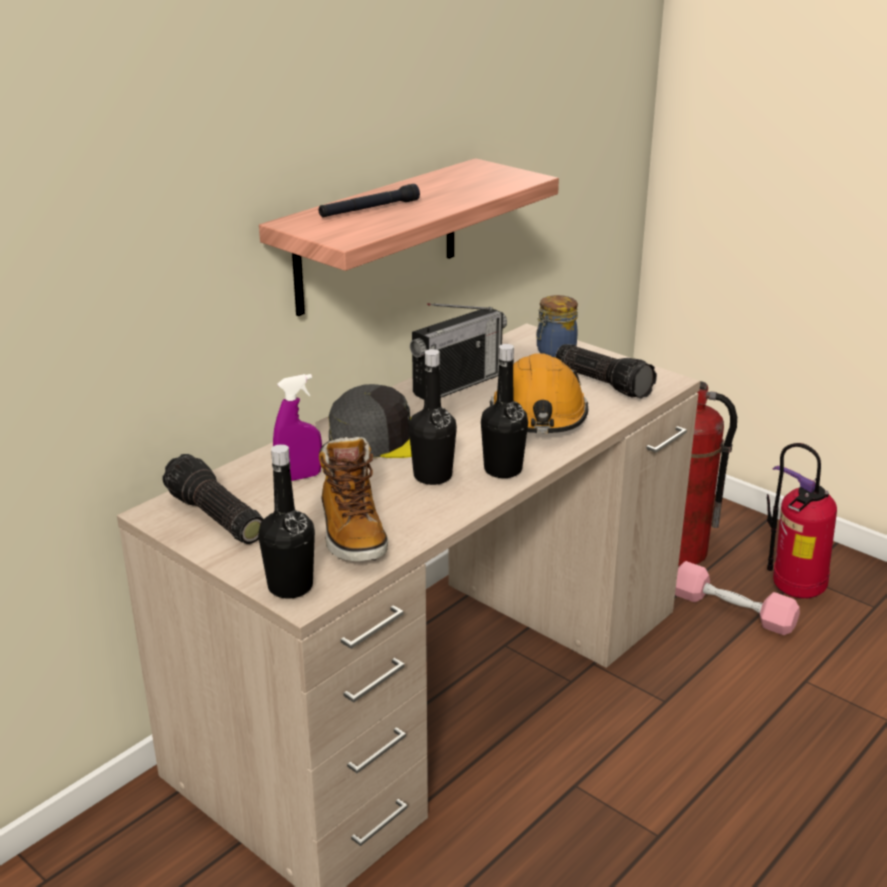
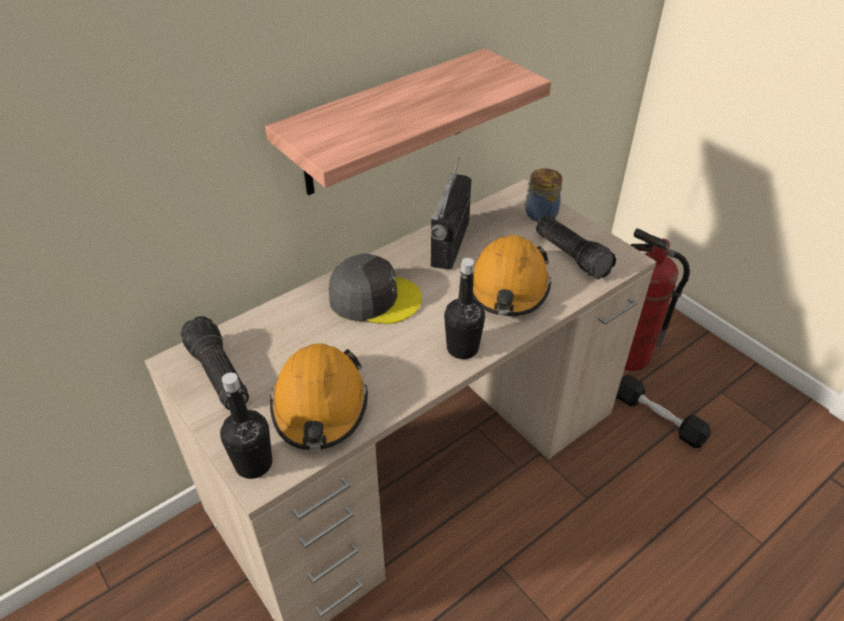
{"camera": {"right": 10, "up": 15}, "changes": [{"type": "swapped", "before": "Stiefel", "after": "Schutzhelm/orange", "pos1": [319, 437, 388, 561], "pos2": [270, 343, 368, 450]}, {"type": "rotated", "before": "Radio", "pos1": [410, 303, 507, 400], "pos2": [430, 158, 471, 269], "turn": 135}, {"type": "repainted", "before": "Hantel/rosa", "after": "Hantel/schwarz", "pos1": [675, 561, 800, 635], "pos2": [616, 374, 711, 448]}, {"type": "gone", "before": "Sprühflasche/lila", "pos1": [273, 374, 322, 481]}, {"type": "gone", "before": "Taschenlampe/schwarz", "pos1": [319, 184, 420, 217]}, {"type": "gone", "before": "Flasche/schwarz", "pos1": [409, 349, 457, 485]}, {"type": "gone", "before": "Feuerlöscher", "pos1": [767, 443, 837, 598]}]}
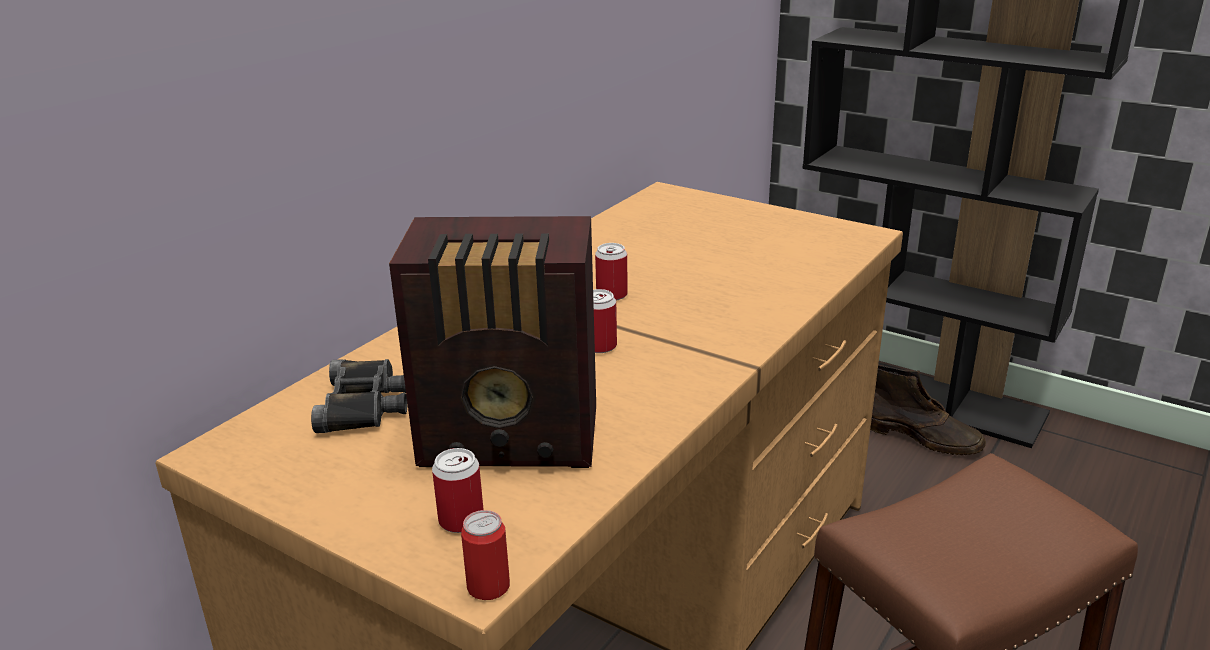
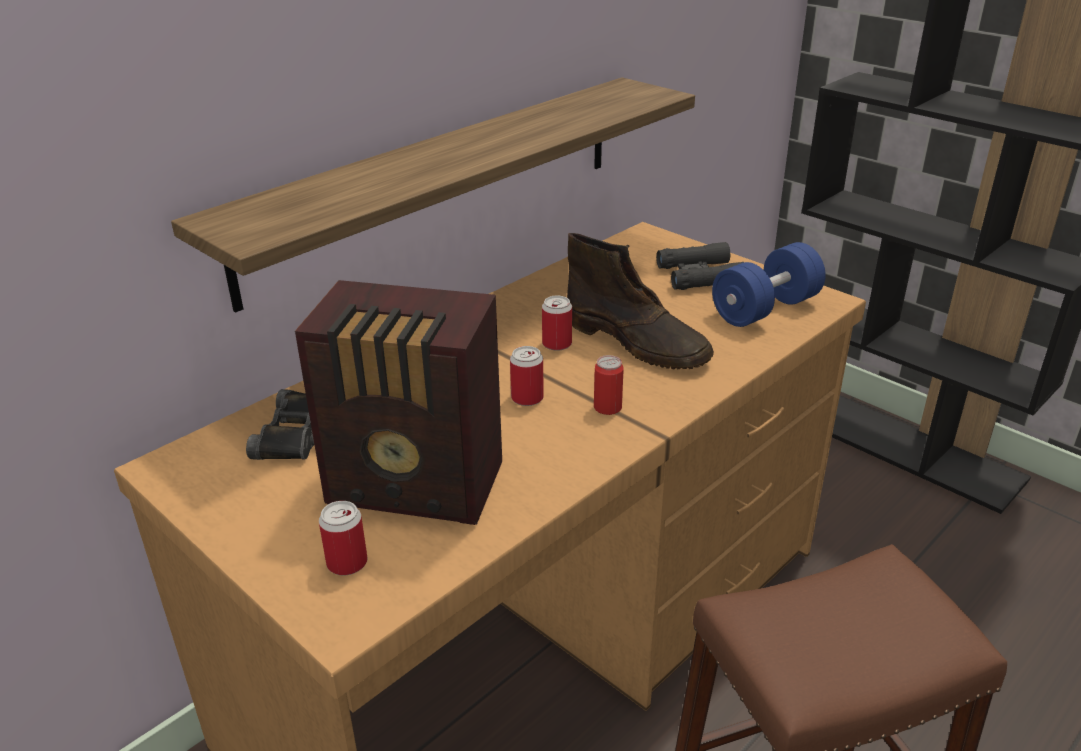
{"camera": {"right": 10, "up": 5}, "changes": [{"type": "new", "after": "Wandregal", "pos2": [171, 77, 695, 313]}, {"type": "shifted", "before": "Stiefel/braun", "pos1": [870, 365, 986, 455], "pos2": [567, 233, 714, 369]}, {"type": "shifted", "before": "Dose", "pos1": [461, 510, 510, 600], "pos2": [594, 355, 624, 415]}, {"type": "new", "after": "Fernglas/schwarz", "pos2": [656, 242, 744, 290]}, {"type": "new", "after": "Hantel/blau", "pos2": [712, 242, 826, 327]}]}
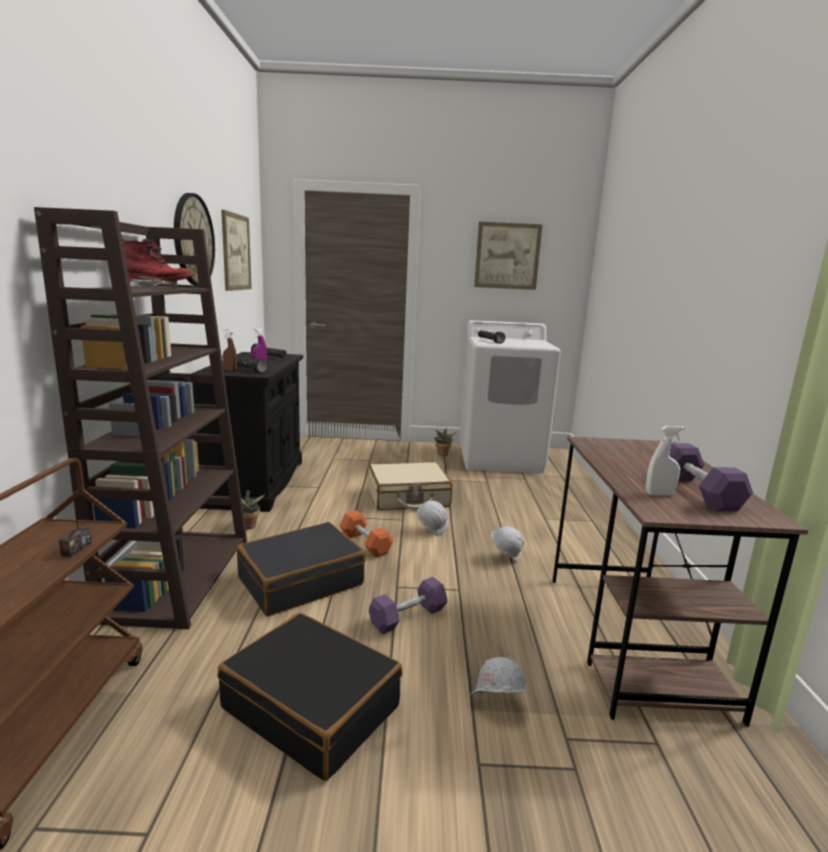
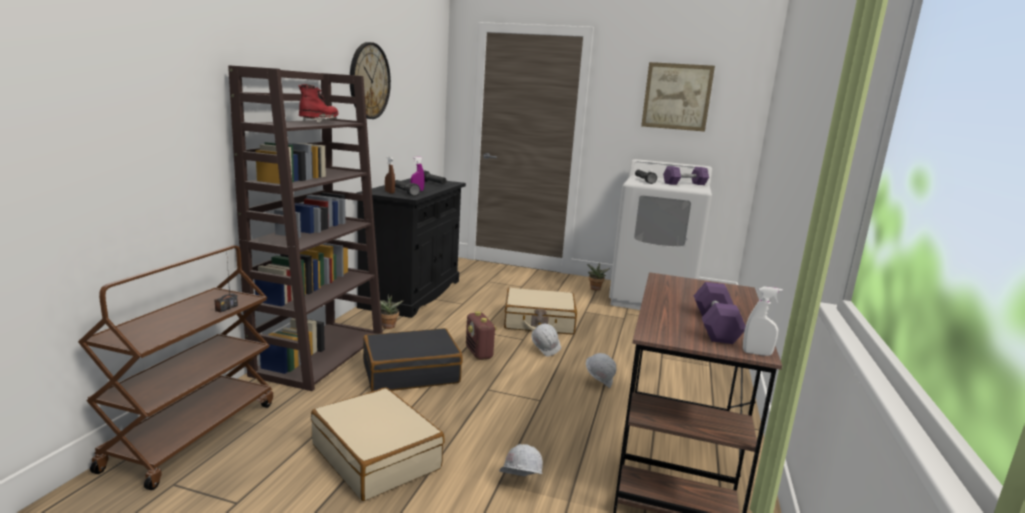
{"camera": {"right": 15, "up": 0}, "changes": [{"type": "rotated", "before": "Stiefel/rot", "pos1": [122, 238, 192, 287], "pos2": [299, 84, 338, 123], "turn": -90}, {"type": "repainted", "before": "Koffer/schwarz", "after": "Koffer/beige", "pos1": [217, 612, 403, 781], "pos2": [311, 388, 445, 501]}, {"type": "swapped", "before": "Hantel/orange", "after": "Radio", "pos1": [339, 510, 393, 557], "pos2": [466, 311, 497, 360]}, {"type": "shifted", "before": "Hantel/lila", "pos1": [369, 577, 448, 634], "pos2": [663, 166, 709, 185]}, {"type": "shifted", "before": "Sprühflasche/weiß", "pos1": [646, 426, 684, 496], "pos2": [743, 287, 783, 356]}, {"type": "gone", "before": "Bild", "pos1": [221, 210, 252, 291]}]}
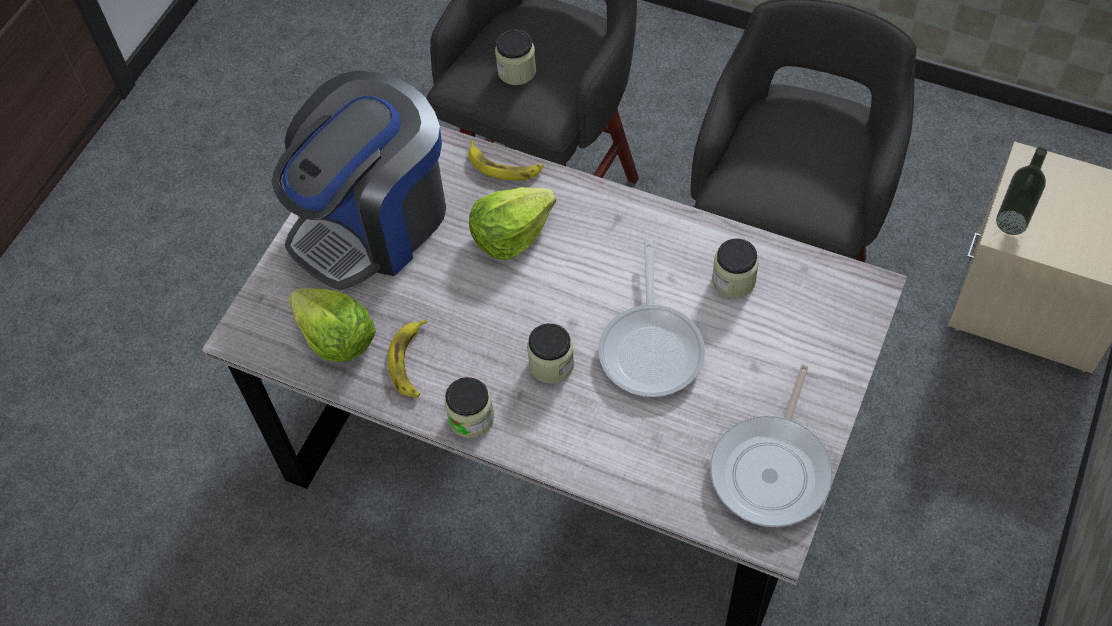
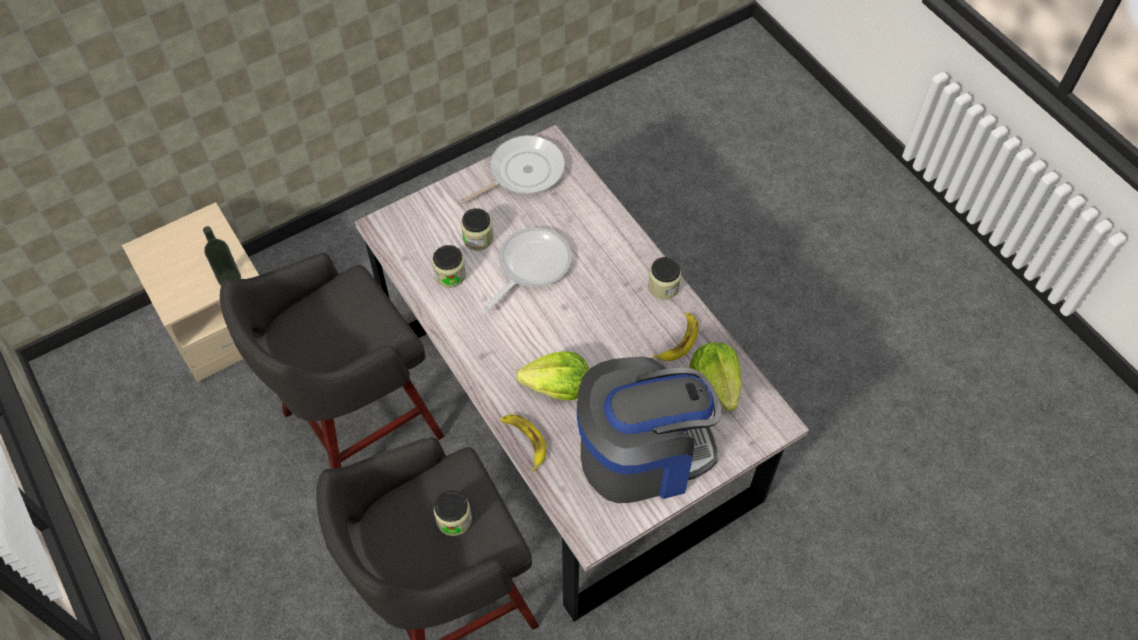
{"camera": {"right": -150, "up": 0}, "changes": [{"type": "shifted", "before": "Vorratsglas", "pos1": [527, 323, 574, 384], "pos2": [461, 208, 494, 251]}]}
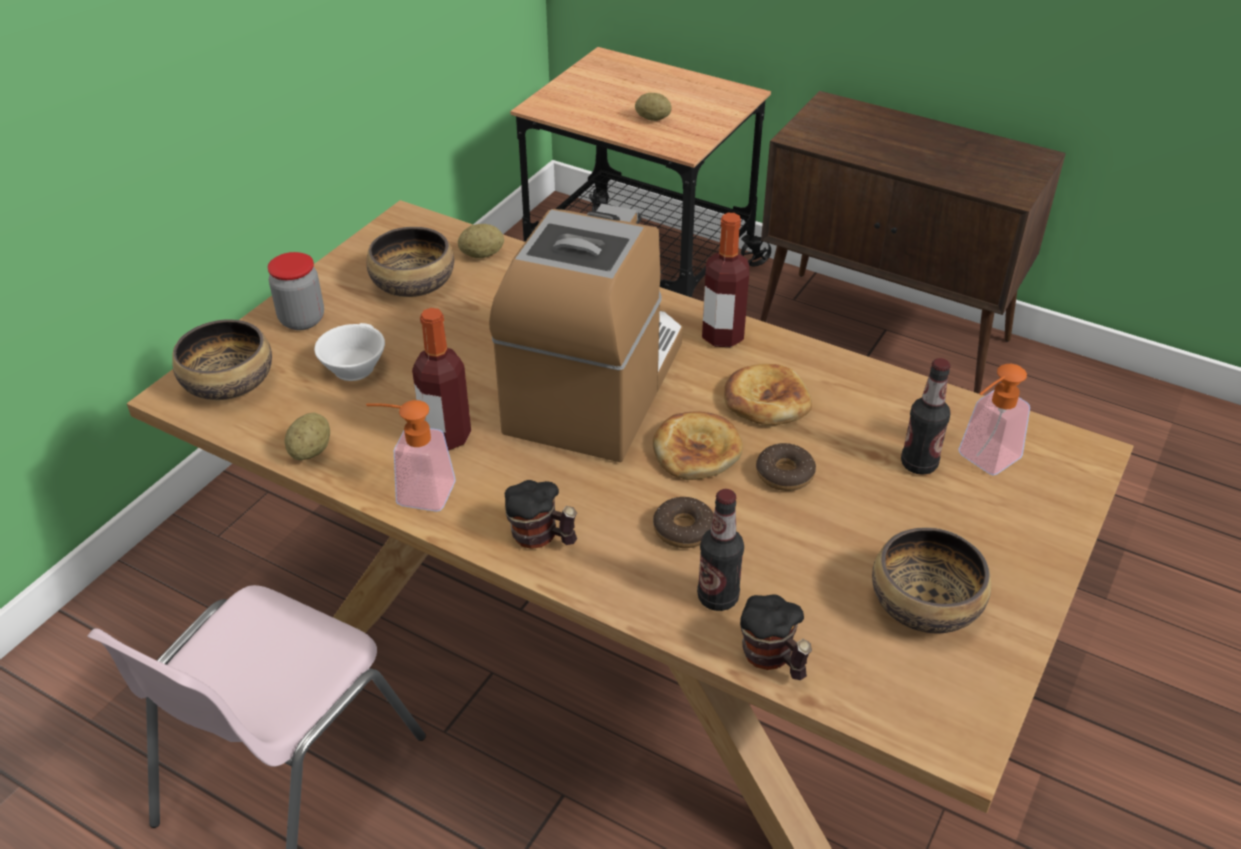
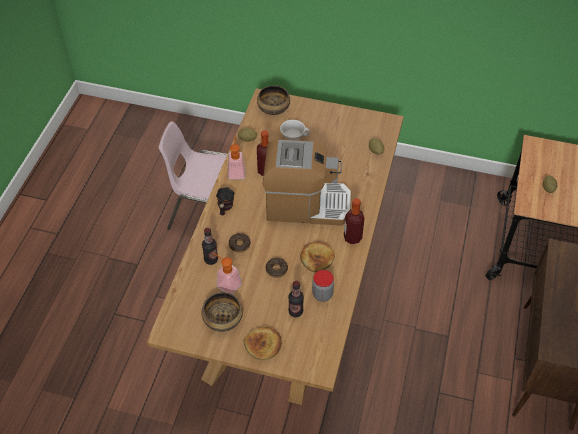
{"camera": {"right": 75, "up": 10}, "changes": [{"type": "shifted", "before": "Seifenspender", "pos1": [958, 364, 1030, 476], "pos2": [212, 253, 241, 294]}, {"type": "shifted", "before": "Brot", "pos1": [653, 411, 743, 480], "pos2": [244, 327, 282, 360]}, {"type": "shifted", "before": "Vorratsglas", "pos1": [267, 252, 324, 330], "pos2": [312, 270, 334, 302]}, {"type": "gone", "before": "Schüssel", "pos1": [367, 227, 454, 297]}, {"type": "gone", "before": "Henkelbecher", "pos1": [740, 594, 812, 680]}]}
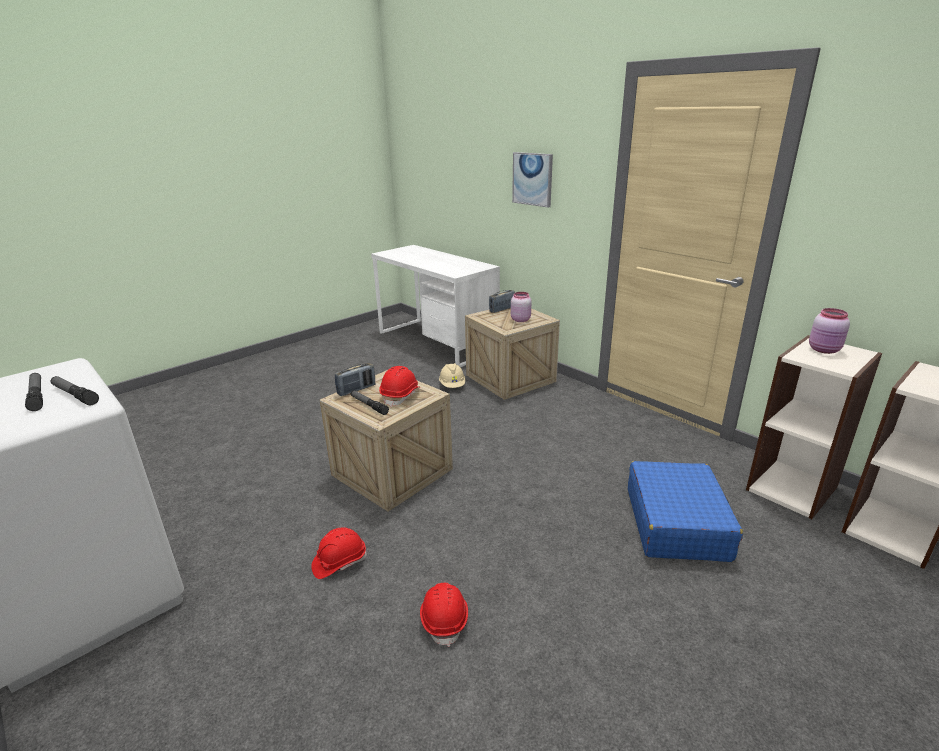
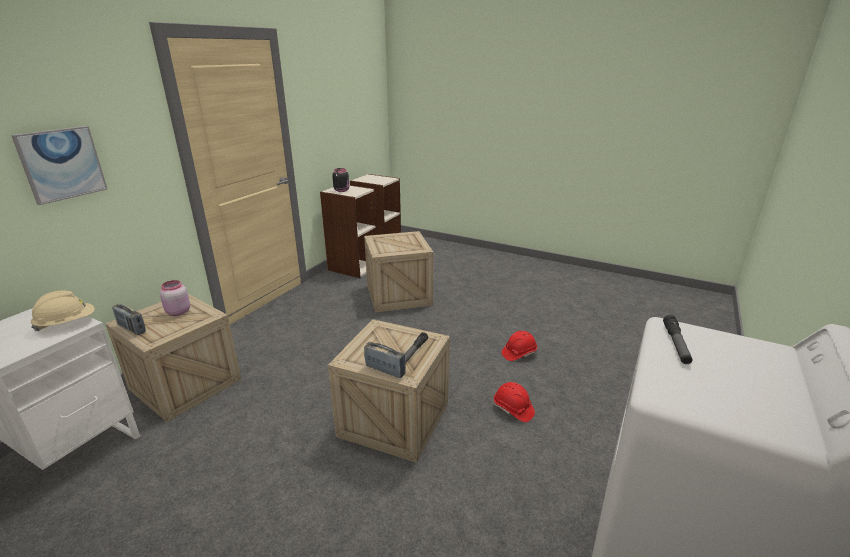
{"camera": {"right": -110, "up": 0}, "changes": [{"type": "shifted", "before": "Schutzhelm/beige", "pos1": [439, 363, 465, 388], "pos2": [31, 291, 95, 331]}, {"type": "repainted", "before": "Vorratsglas/rosa", "after": "Vorratsglas/schwarz", "pos1": [809, 308, 850, 354], "pos2": [332, 168, 349, 192]}, {"type": "swapped", "before": "Koffer/blau", "after": "Kiste", "pos1": [628, 461, 743, 562], "pos2": [364, 231, 433, 312]}, {"type": "gone", "before": "Taschenlampe", "pos1": [25, 373, 43, 411]}, {"type": "gone", "before": "Schutzhelm/rot", "pos1": [379, 366, 421, 407]}]}
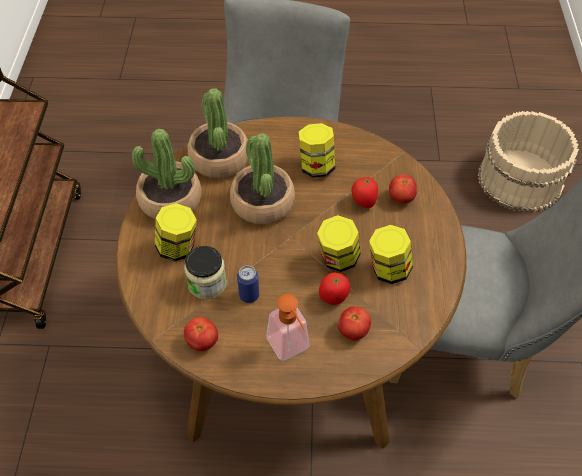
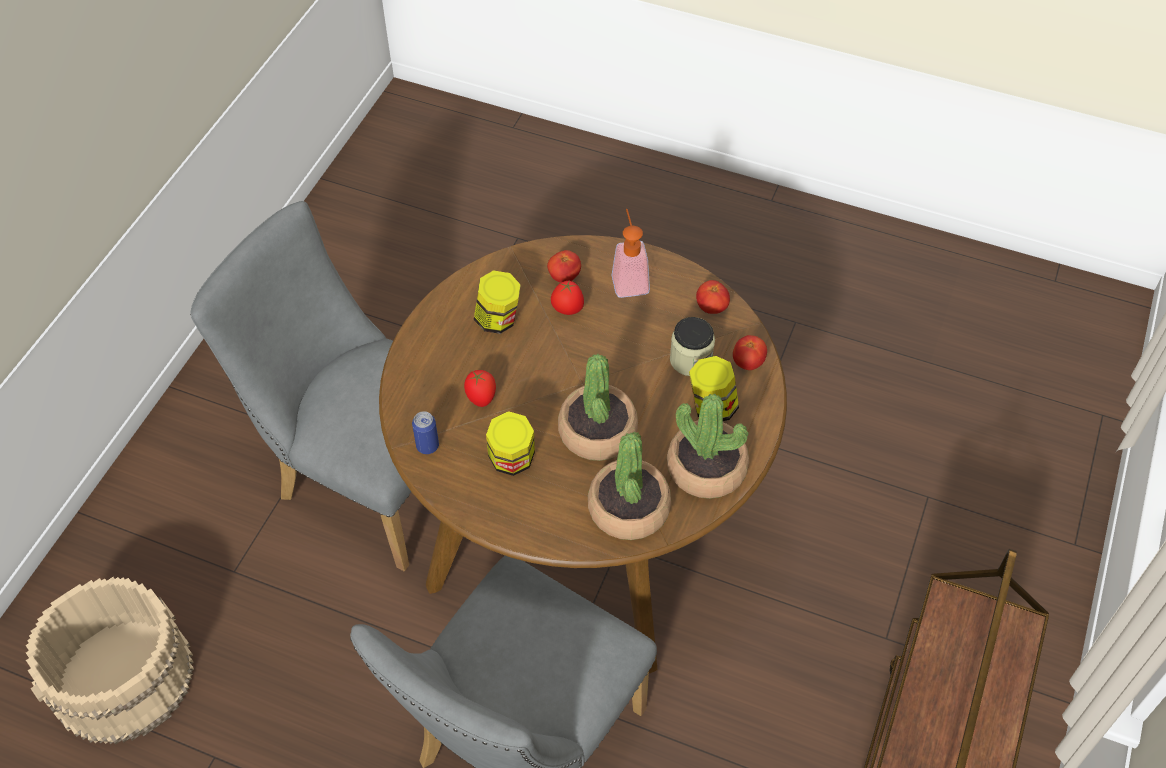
{"camera": {"right": -160, "up": 0}, "changes": [{"type": "shifted", "before": "Dose", "pos1": [237, 266, 259, 303], "pos2": [412, 411, 439, 454]}, {"type": "shifted", "before": "Tomate", "pos1": [389, 174, 417, 203], "pos2": [733, 335, 767, 370]}, {"type": "gone", "before": "Vorratsglas", "pos1": [317, 215, 360, 272]}]}
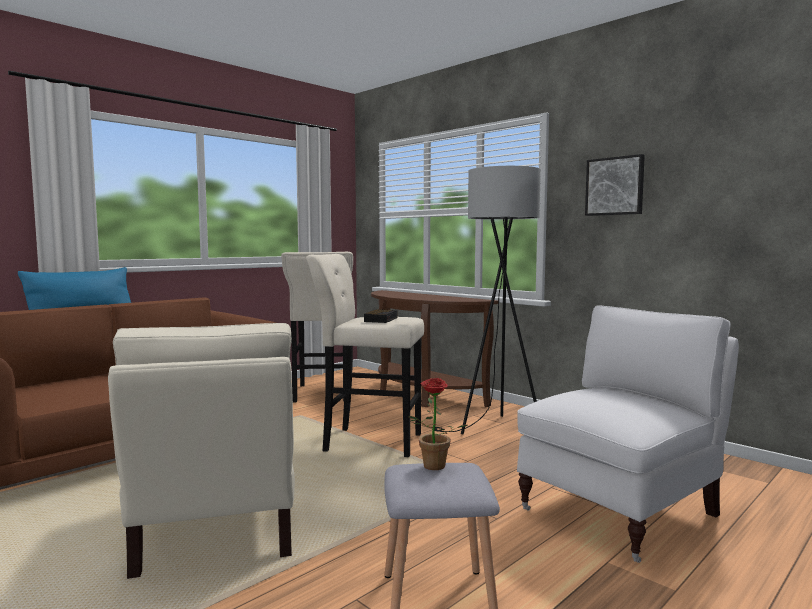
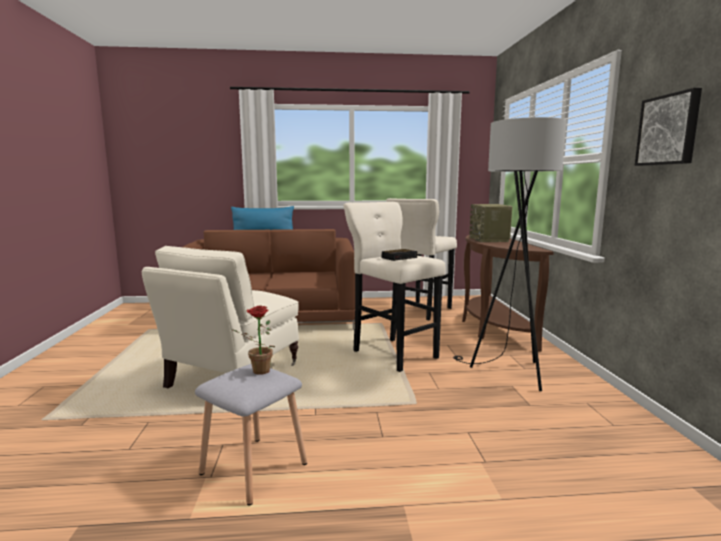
{"camera": {"right": 40, "up": 5}, "changes": [{"type": "new", "after": "Radio", "pos2": [469, 204, 512, 242]}, {"type": "gone", "before": "Sessel/weiß", "pos1": [517, 305, 739, 563]}]}
